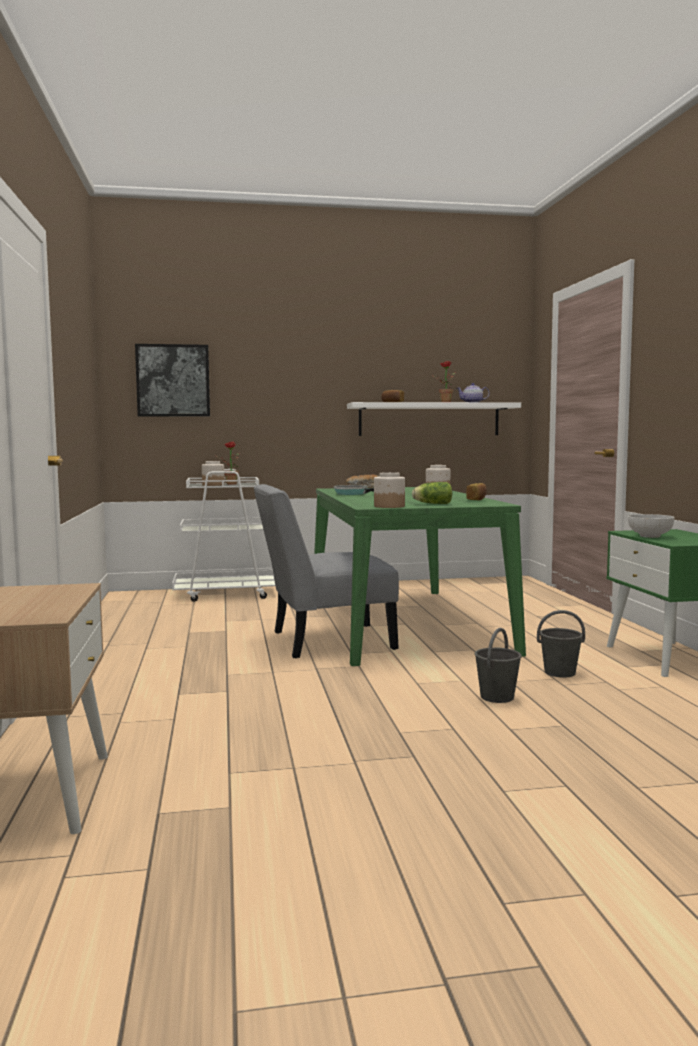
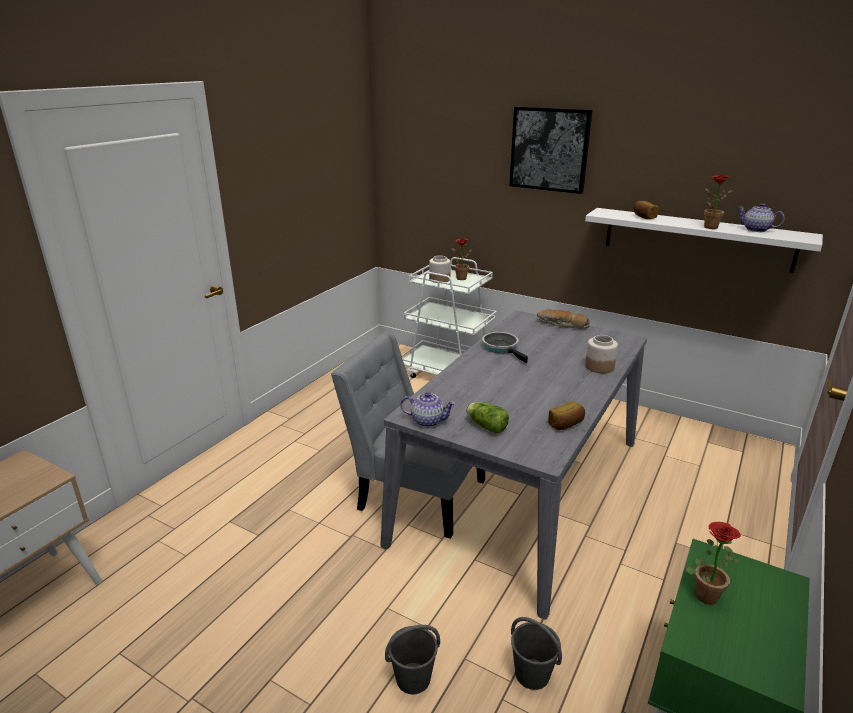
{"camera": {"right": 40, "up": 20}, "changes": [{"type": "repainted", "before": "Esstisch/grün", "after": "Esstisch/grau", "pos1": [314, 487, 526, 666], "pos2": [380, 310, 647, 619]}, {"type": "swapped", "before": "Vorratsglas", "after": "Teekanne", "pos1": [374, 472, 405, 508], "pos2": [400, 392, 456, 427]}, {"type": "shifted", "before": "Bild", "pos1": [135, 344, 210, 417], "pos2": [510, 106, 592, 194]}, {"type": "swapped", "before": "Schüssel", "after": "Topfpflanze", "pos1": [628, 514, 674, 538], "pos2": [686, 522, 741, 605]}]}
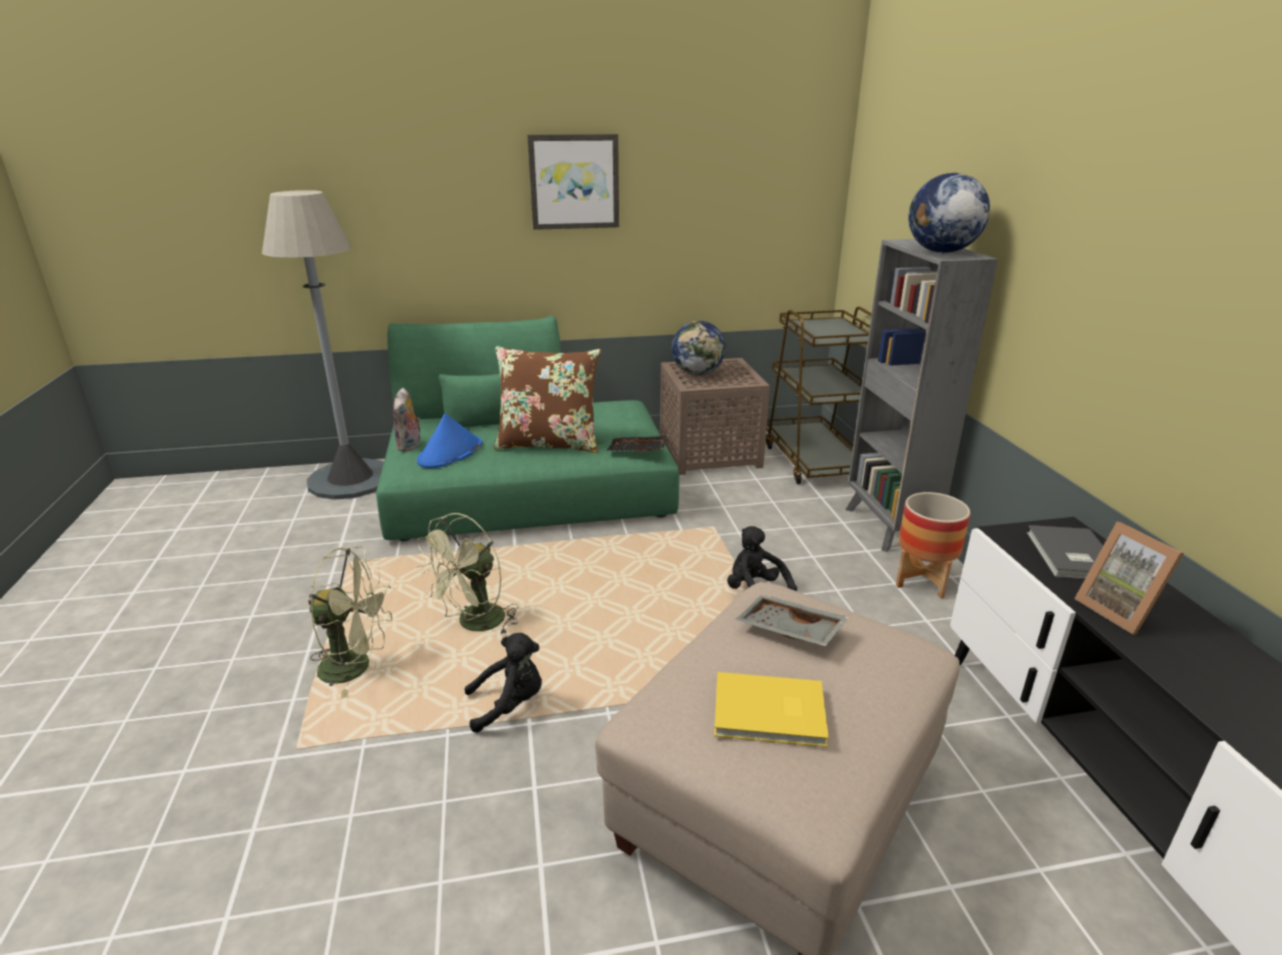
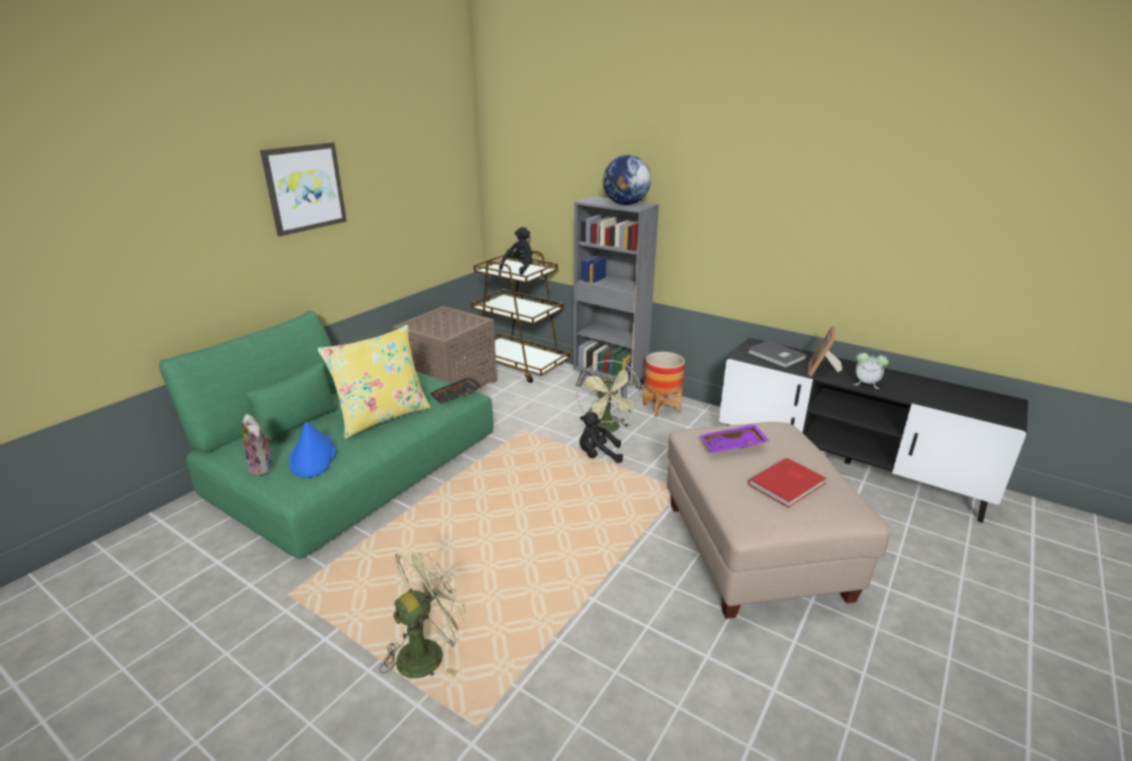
{"camera": {"right": -45, "up": 0}, "changes": [{"type": "repainted", "before": "Kissen/braun", "after": "Kissen/gelb", "pos1": [494, 346, 601, 453], "pos2": [317, 325, 431, 439]}, {"type": "shifted", "before": "Plüschtier/schwarz", "pos1": [464, 633, 542, 733], "pos2": [499, 227, 532, 275]}, {"type": "shifted", "before": "Ventilator/grün", "pos1": [416, 513, 518, 636], "pos2": [576, 360, 641, 432]}, {"type": "repainted", "before": "Tablett/grau", "after": "Tablett/lila", "pos1": [735, 594, 849, 646], "pos2": [700, 424, 769, 453]}, {"type": "repainted", "before": "Buch/gelb", "after": "Buch/rot", "pos1": [714, 672, 829, 747], "pos2": [748, 458, 826, 507]}, {"type": "rotated", "before": "Bilderrahmen", "pos1": [1074, 522, 1184, 634], "pos2": [808, 326, 842, 377], "turn": 90}, {"type": "new", "after": "Wecker", "pos2": [853, 349, 889, 389]}, {"type": "gone", "before": "Stehlampe/grau", "pos1": [262, 190, 384, 500]}, {"type": "gone", "before": "Globus", "pos1": [672, 321, 726, 375]}]}
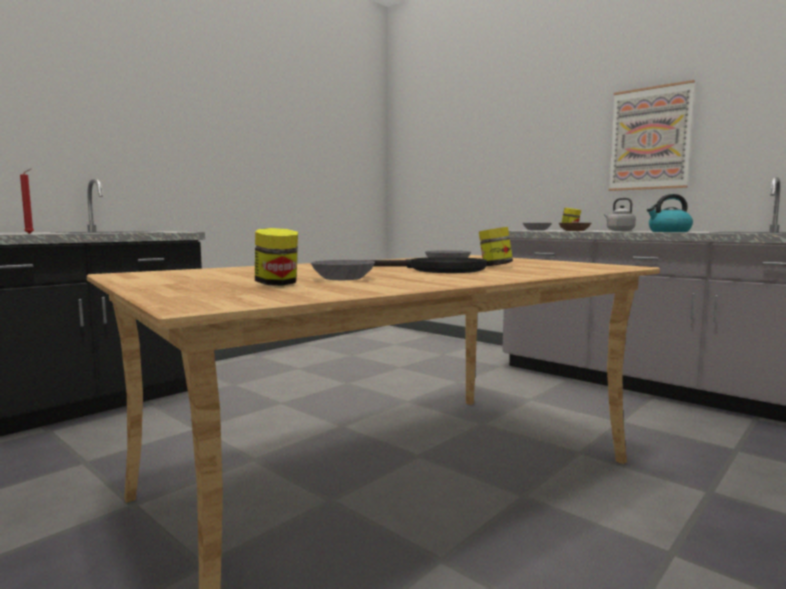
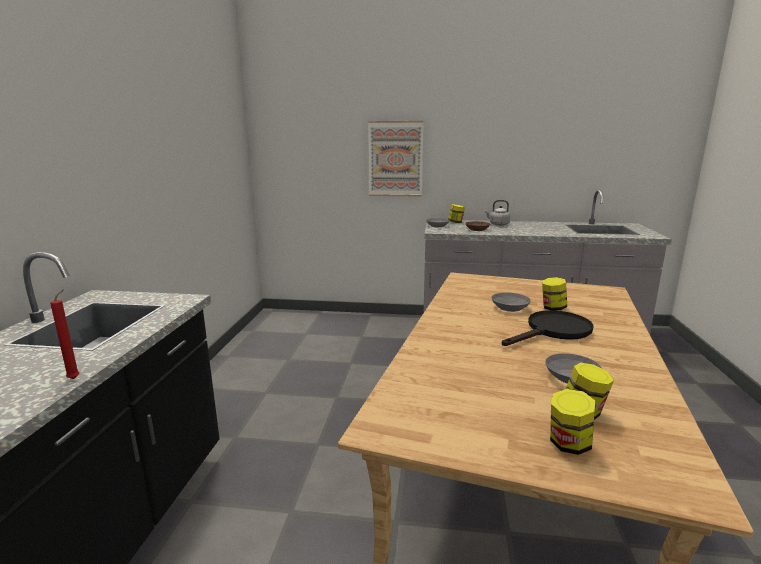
{"camera": {"right": -35, "up": 10}, "changes": [{"type": "shifted", "before": "Bild", "pos1": [609, 80, 695, 191], "pos2": [368, 121, 424, 197]}, {"type": "new", "after": "Vorratsglas", "pos2": [550, 389, 595, 455]}, {"type": "gone", "before": "Wasserkessel", "pos1": [647, 194, 693, 232]}]}
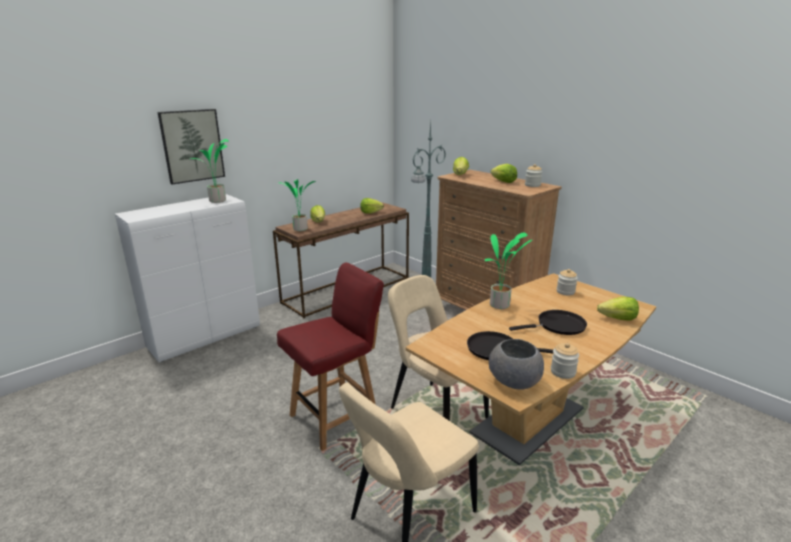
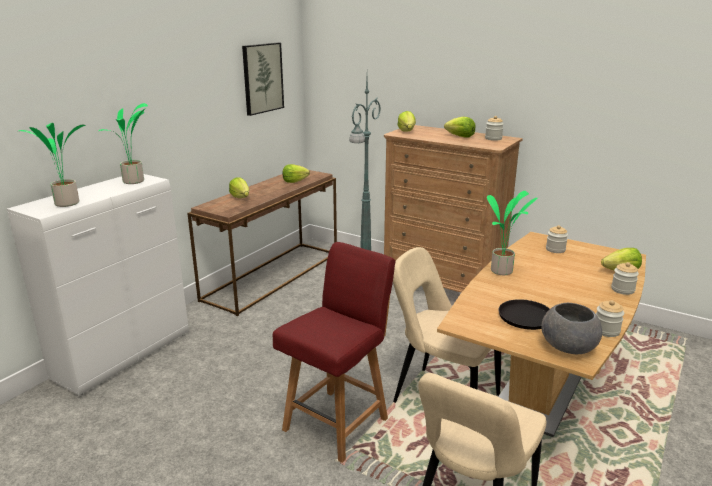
{"camera": {"right": -15, "up": 0}, "changes": [{"type": "shifted", "before": "Topfpflanze", "pos1": [279, 179, 316, 231], "pos2": [19, 123, 86, 207]}, {"type": "shifted", "before": "Bild", "pos1": [157, 109, 225, 184], "pos2": [242, 43, 284, 116]}, {"type": "new", "after": "Vorratsglas", "pos2": [611, 262, 639, 295]}, {"type": "gone", "before": "Pfanne/schwarz", "pos1": [509, 310, 587, 335]}]}
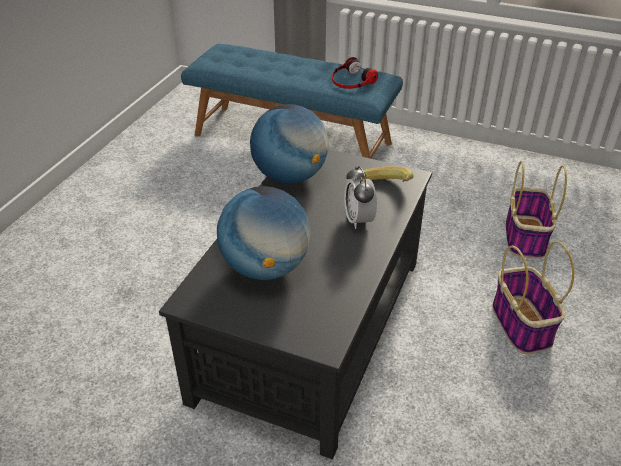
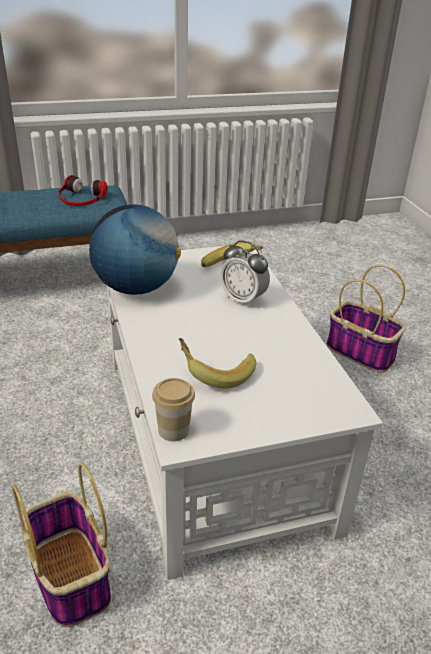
{"camera": {"right": -40, "up": -5}, "changes": [{"type": "shifted", "before": "Korb", "pos1": [506, 161, 567, 259], "pos2": [12, 462, 111, 627]}, {"type": "repainted", "before": "Couchtisch/schwarz", "after": "Couchtisch/weiß", "pos1": [159, 149, 432, 459], "pos2": [107, 246, 383, 580]}, {"type": "new", "after": "Tasse", "pos2": [152, 378, 195, 441]}, {"type": "swapped", "before": "Globus", "after": "Banane", "pos1": [217, 186, 311, 280], "pos2": [179, 338, 256, 389]}]}
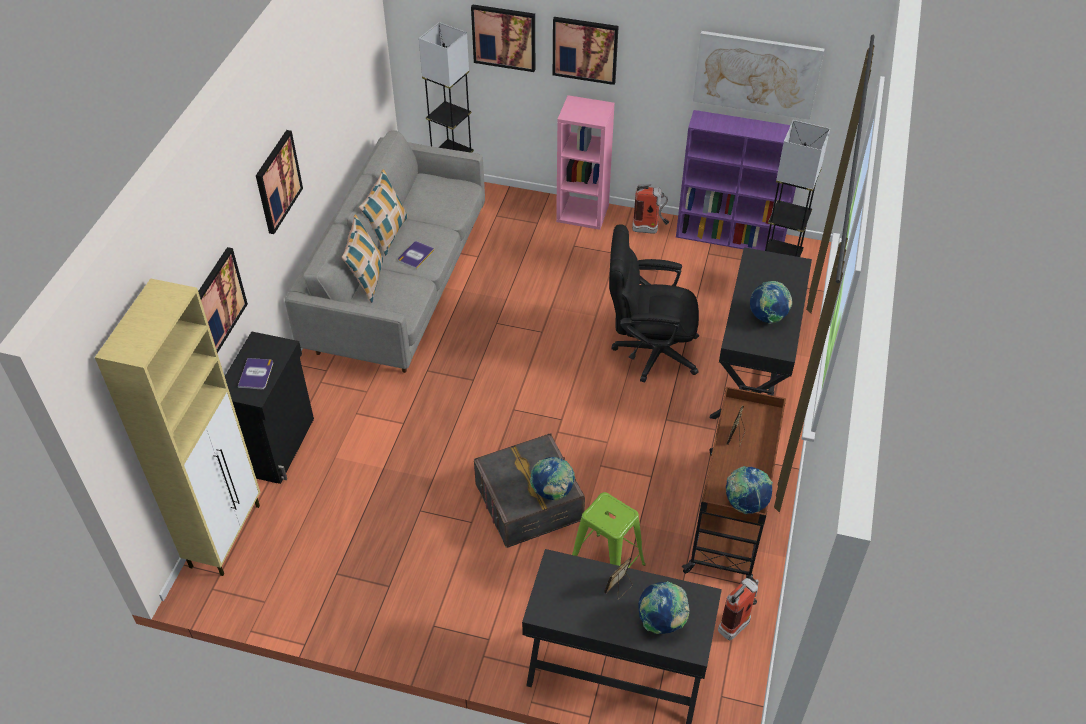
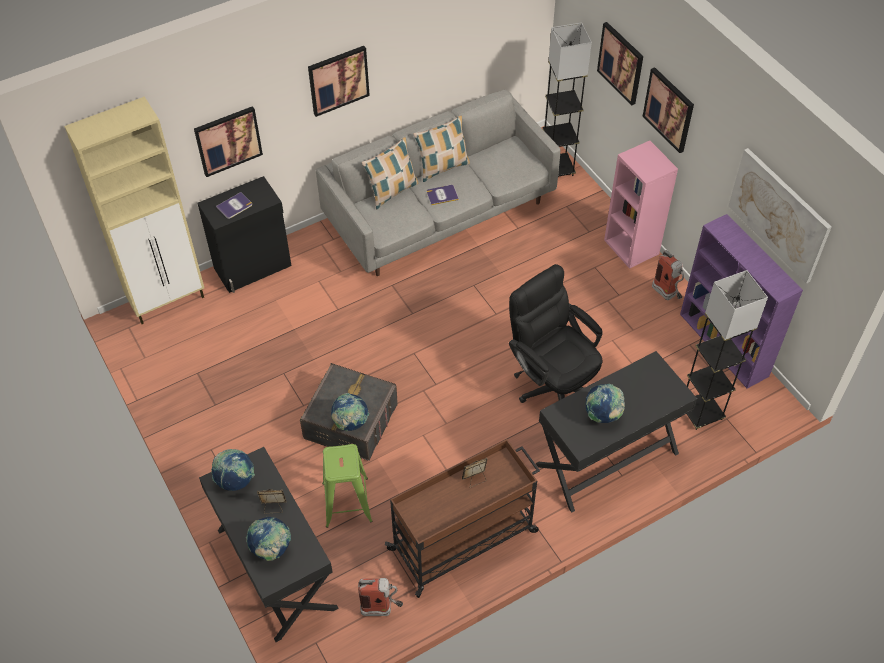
{"camera": {"right": 45, "up": 5}, "changes": [{"type": "shifted", "before": "Globus", "pos1": [726, 466, 773, 514], "pos2": [211, 449, 255, 491]}]}
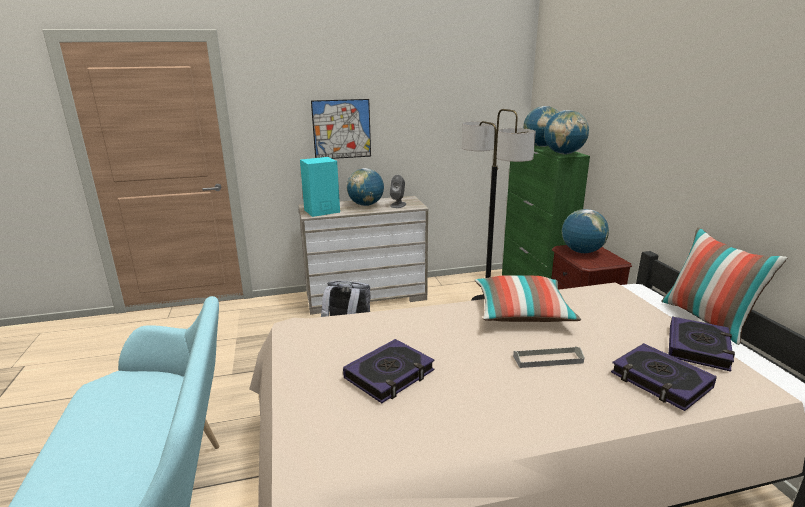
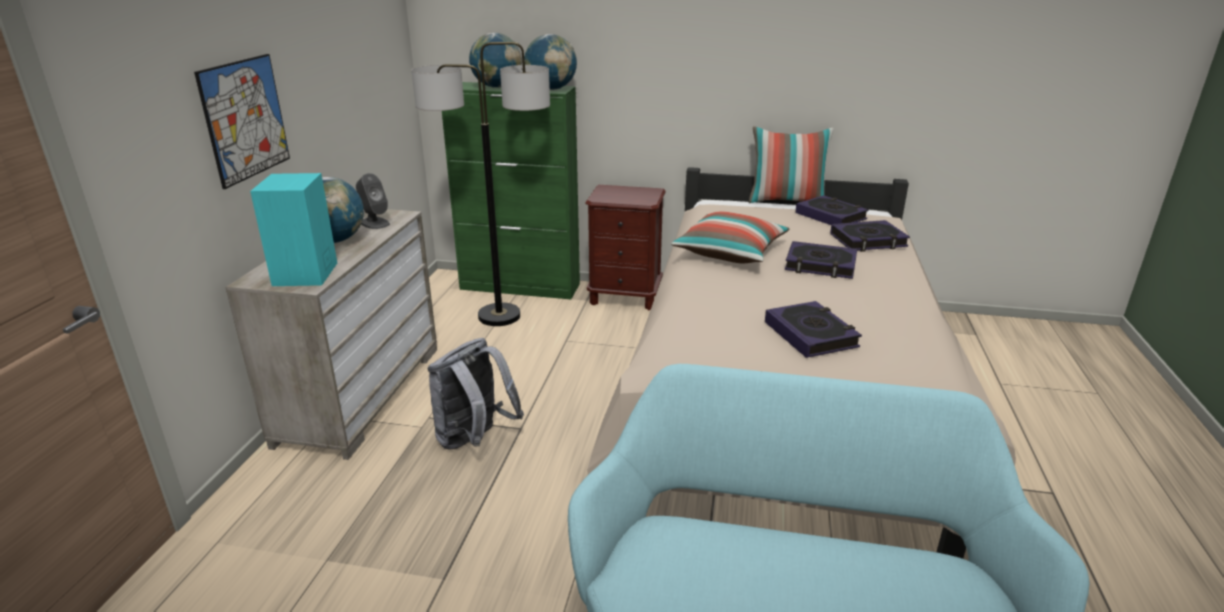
{"camera": {"right": -65, "up": 5}, "changes": [{"type": "swapped", "before": "Tablett/grau", "after": "Buch", "pos1": [513, 346, 585, 368], "pos2": [785, 241, 857, 279]}, {"type": "gone", "before": "Globus", "pos1": [562, 209, 609, 253]}]}
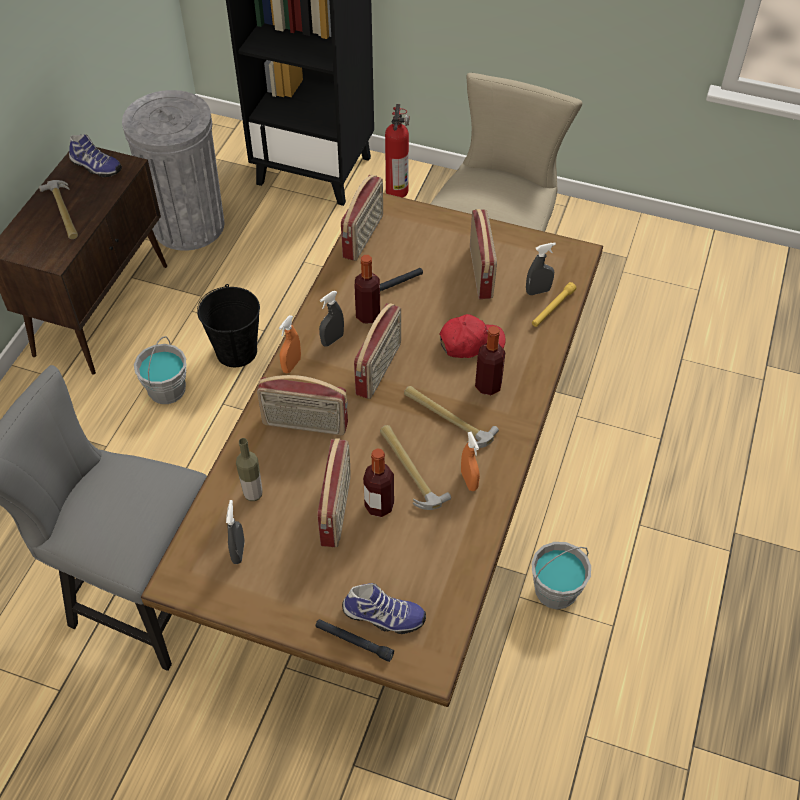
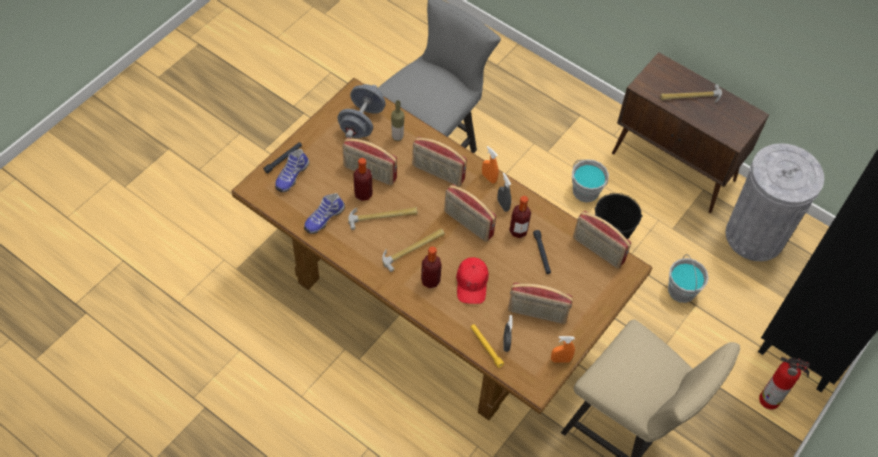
{"camera": {"right": 105, "up": 5}, "changes": [{"type": "shifted", "before": "Schuh", "pos1": [69, 134, 122, 177], "pos2": [304, 193, 345, 234]}, {"type": "swapped", "before": "Sprühflasche/grau", "after": "Hantel/grau", "pos1": [226, 500, 245, 564], "pos2": [337, 84, 386, 138]}, {"type": "rotated", "before": "Radio", "pos1": [257, 375, 348, 435], "pos2": [412, 137, 467, 186], "turn": -90}, {"type": "shifted", "before": "Sprühflasche/orange", "pos1": [461, 432, 480, 491], "pos2": [551, 336, 575, 363]}, {"type": "shifted", "before": "Eimer/grau", "pos1": [531, 542, 591, 609], "pos2": [668, 254, 709, 303]}]}
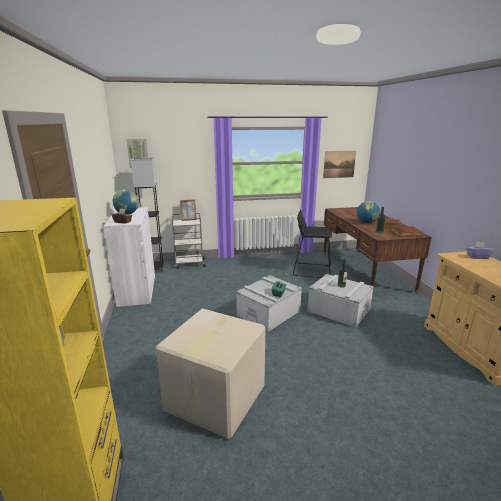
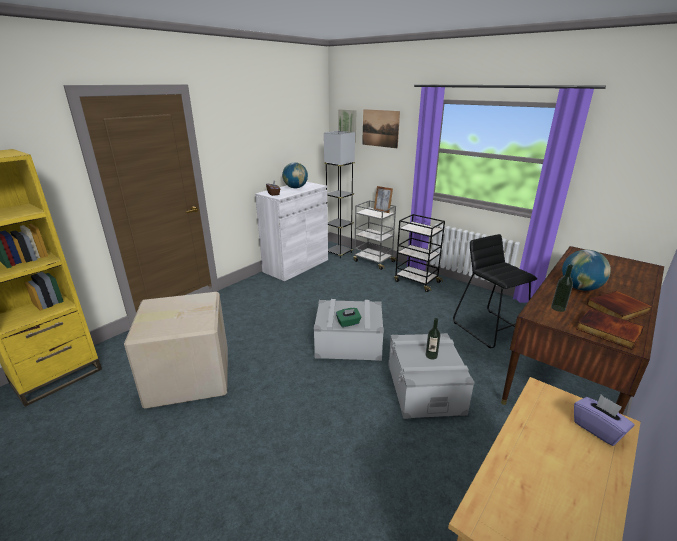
{"camera": {"right": 50, "up": 5}, "changes": [{"type": "shifted", "before": "Bild", "pos1": [323, 151, 356, 178], "pos2": [362, 109, 400, 148]}, {"type": "new", "after": "Rollwagen/schwarz", "pos2": [394, 214, 445, 292]}]}
